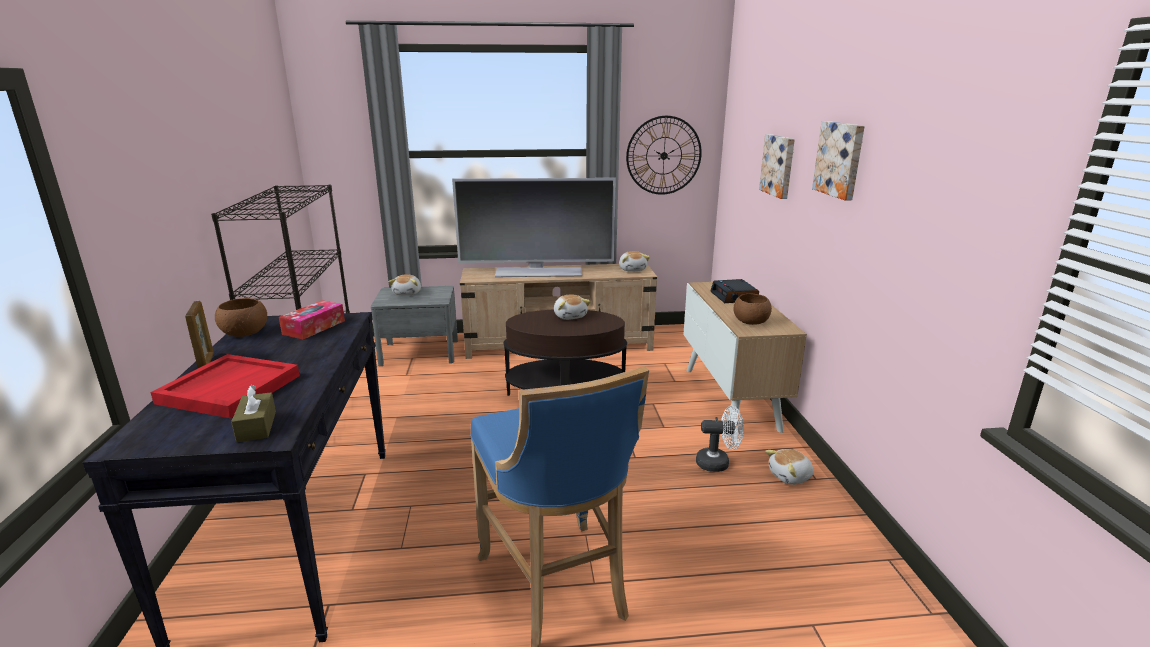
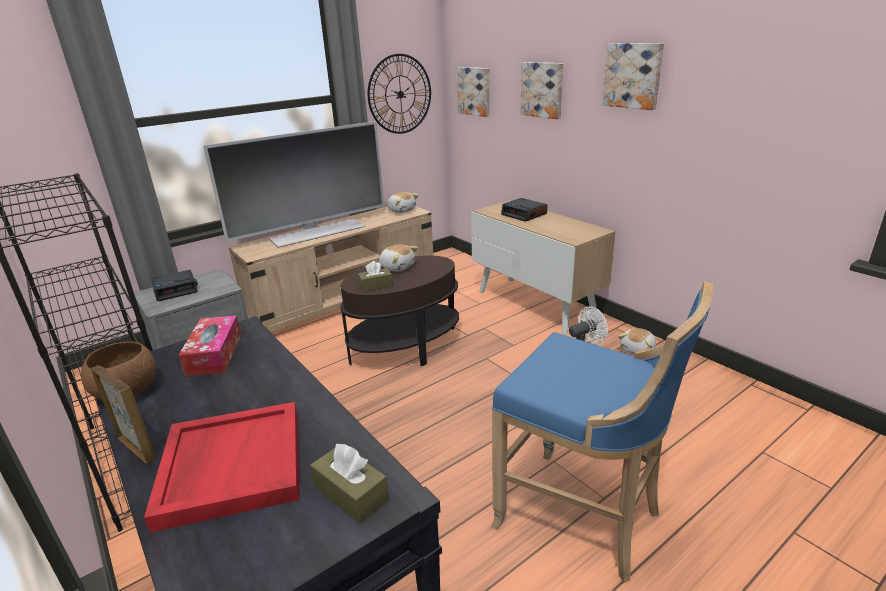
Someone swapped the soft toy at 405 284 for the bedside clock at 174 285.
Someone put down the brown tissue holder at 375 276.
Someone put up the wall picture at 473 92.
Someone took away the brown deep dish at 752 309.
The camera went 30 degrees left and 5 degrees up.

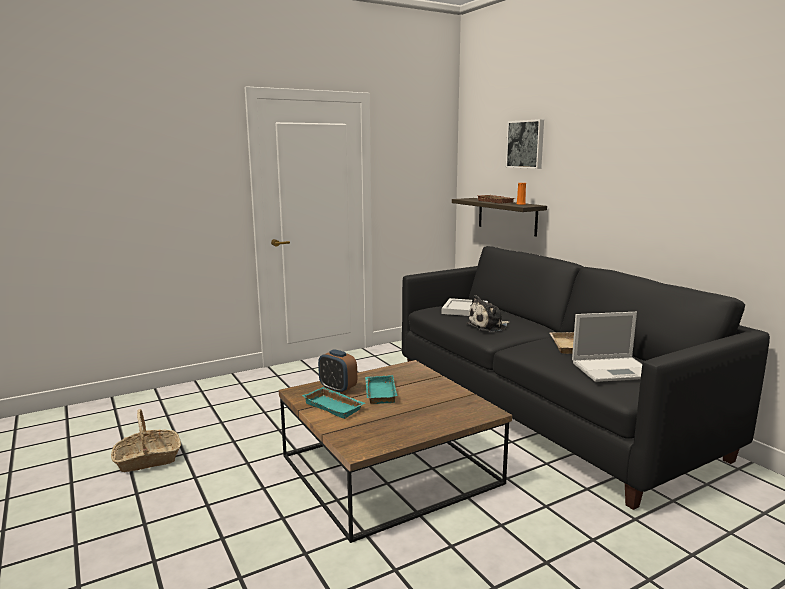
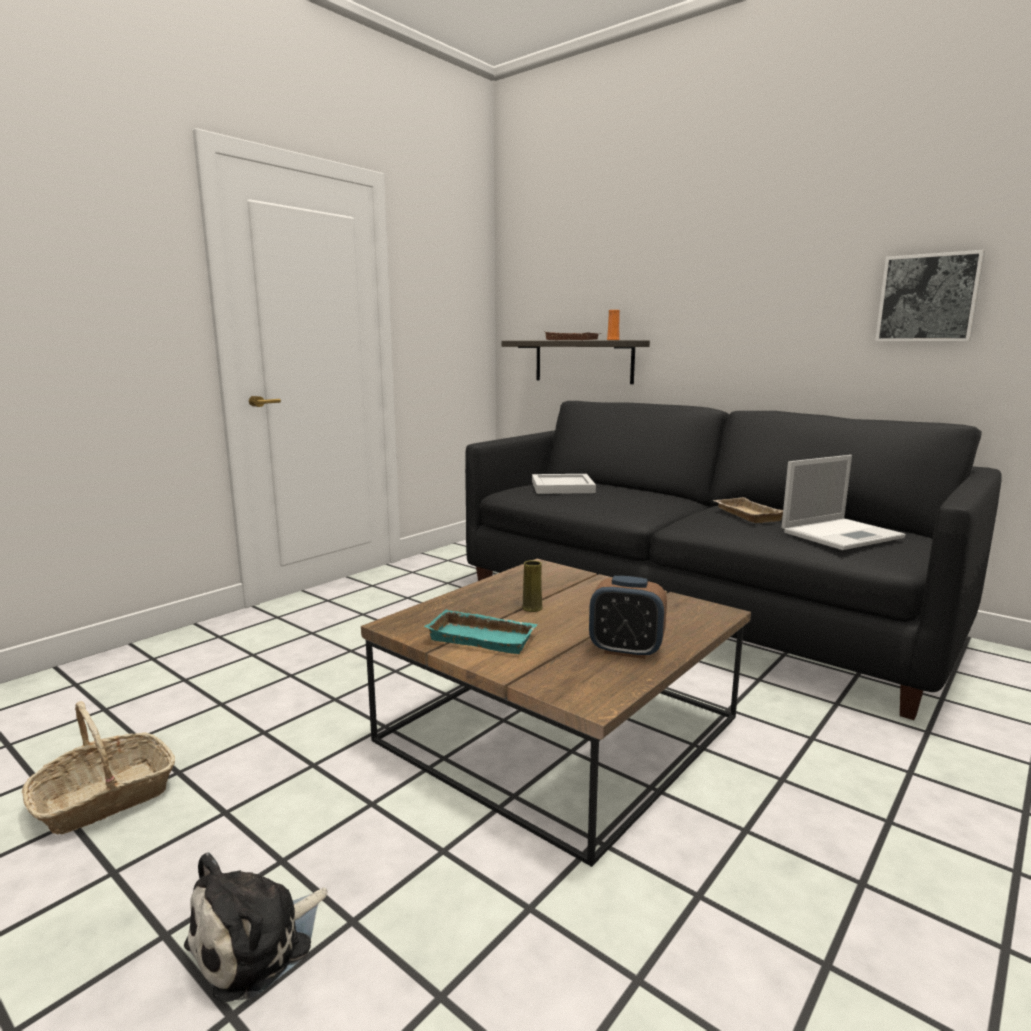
Someone carried the soft toy from 488 313 to 256 927.
Someone swapped the turquoise carrying tray at 381 389 for the yellow flower vase at 532 586.
Someone carried the bedside clock from 337 371 to 628 617.
Someone carried the wall picture from 525 144 to 930 295.
The camera went 20 degrees left and 0 degrees up.

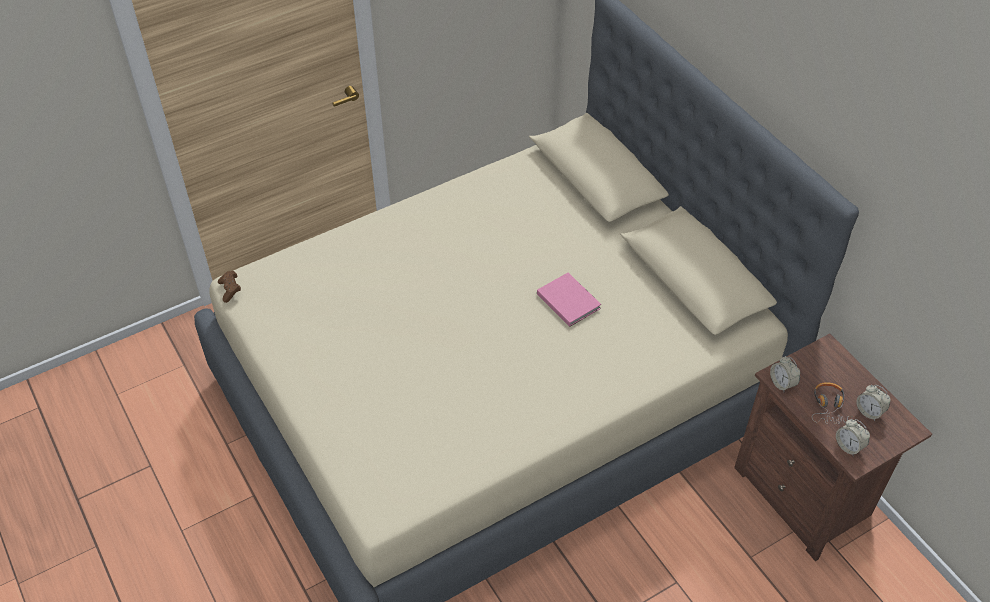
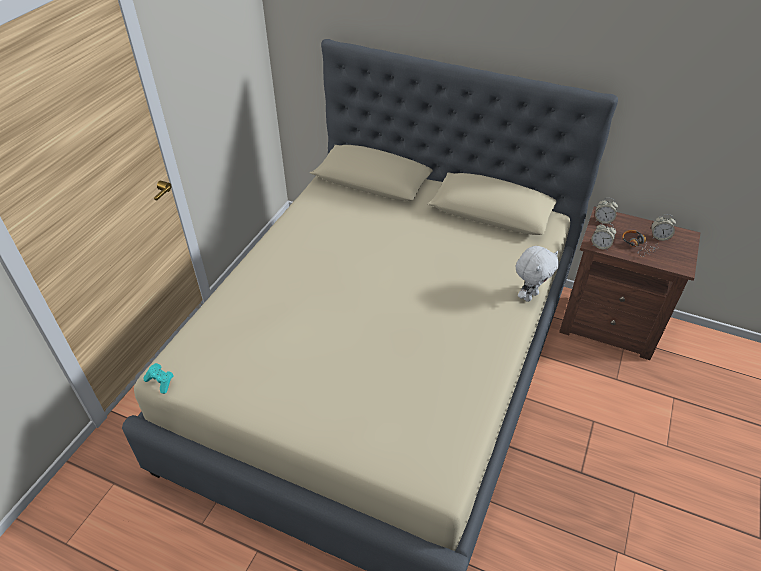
Someone repainted the brown joypad at 229 287, which became the turquoise joypad at 158 378.
Someone put down the whitish soft toy at 537 274.
Someone carried the bedside clock from 853 437 to 606 211.
Someone took away the pinkish volume at 569 300.
The camera went 35 degrees left and 5 degrees down.

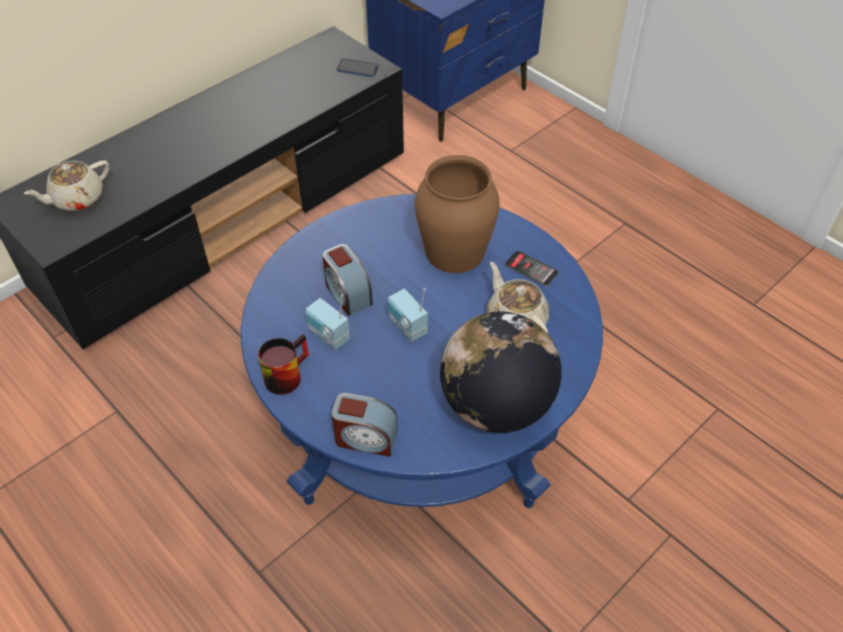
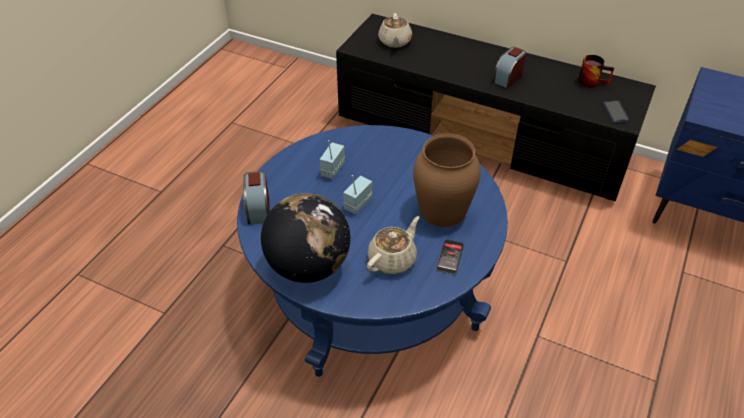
Someone rotated the beige-coloured tea pot at 66 186 by 120 degrees counterclockwise.
Someone carried the bedside clock from 347 280 to 509 67.
Someone carried the mug from 283 364 to 596 71.
The camera went 70 degrees right and 5 degrees down.

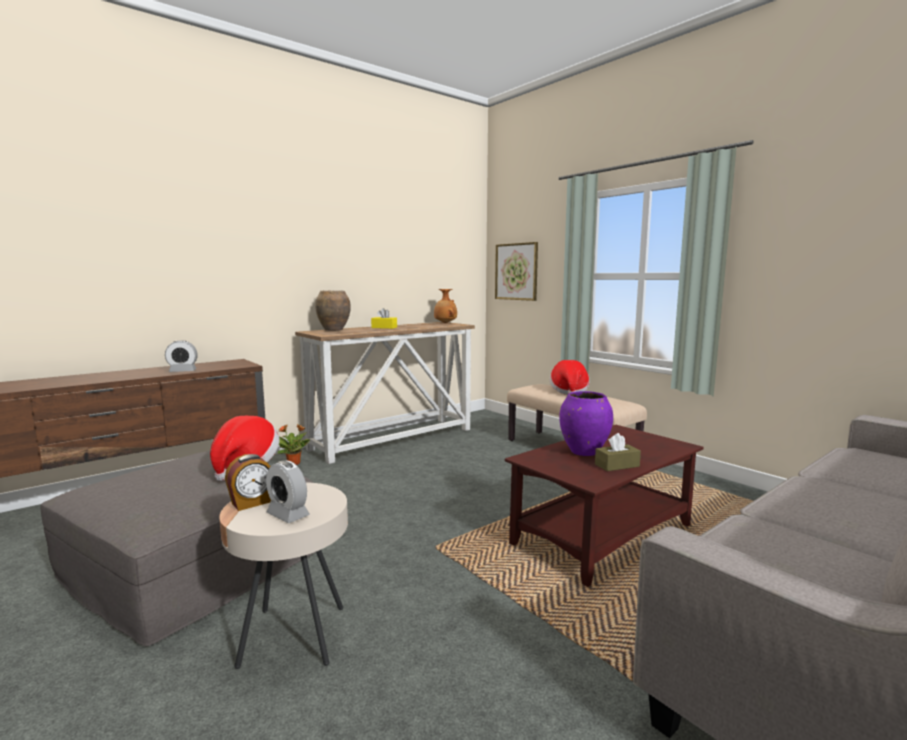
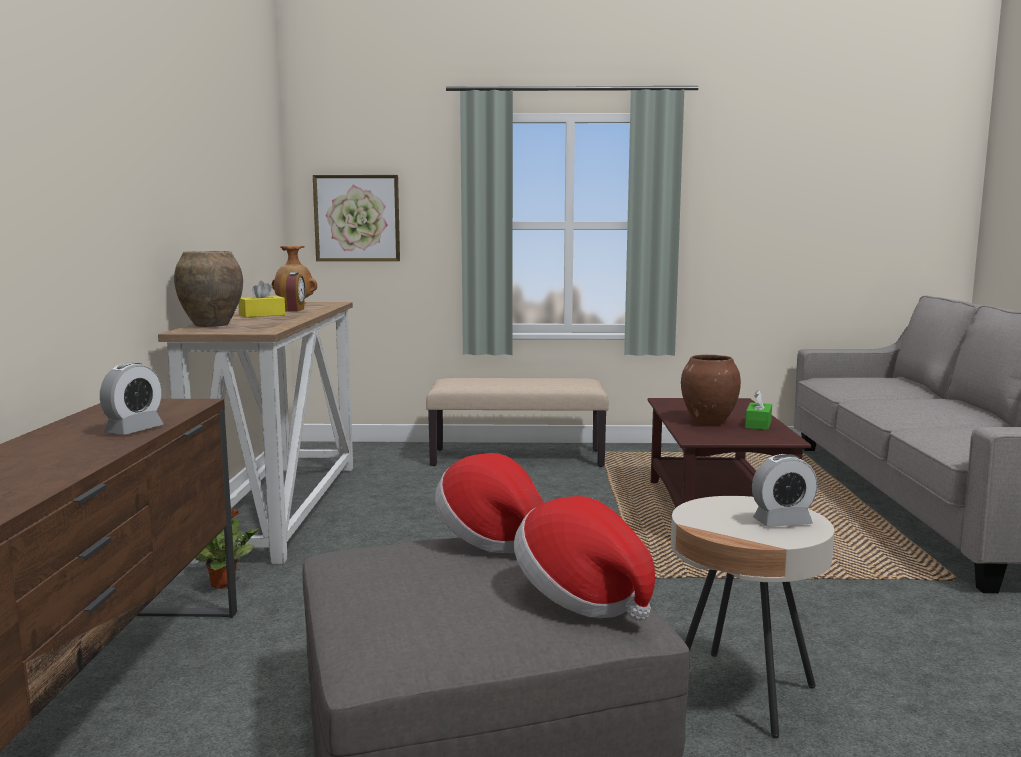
Someone carried the bedside clock from 248 482 to 292 291.
Someone carried the clothing hat from 569 377 to 584 558.
Someone repainted the purple flower vase at 586 423, which became the brown flower vase at 711 390.
Someone repainted the brown tissue holder at 618 452, which became the greenish tissue holder at 758 410.
The camera went 50 degrees left and 0 degrees up.

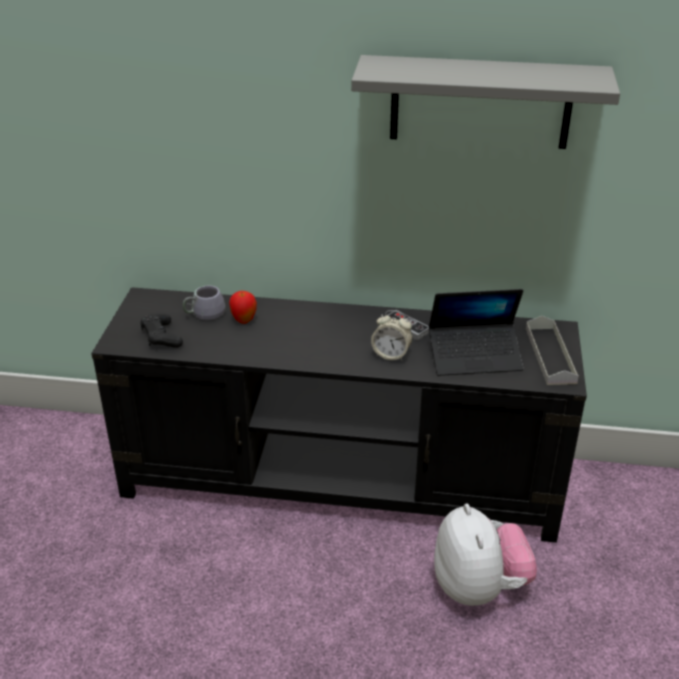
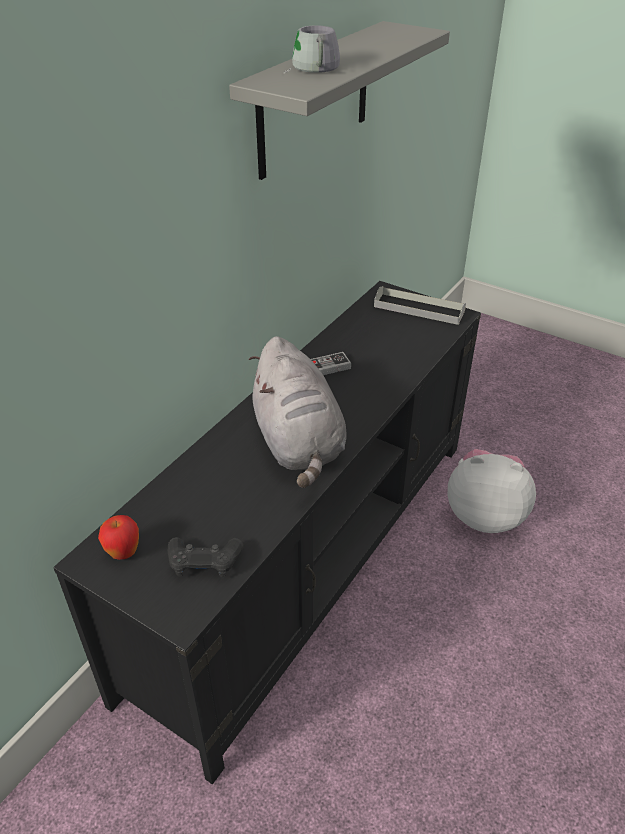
Someone carried the apple fruit from 243 307 to 118 537.
Someone put down the grey soft toy at 297 412.
Someone carried the grey mug from 204 302 to 311 49.
Someone took away the bedside clock at 391 335.
Someone took away the notebook computer at 476 332.
The camera went 65 degrees left and 5 degrees up.

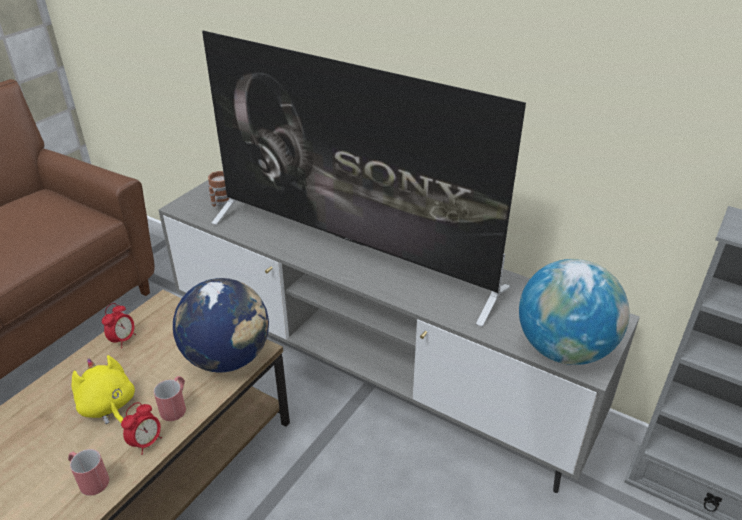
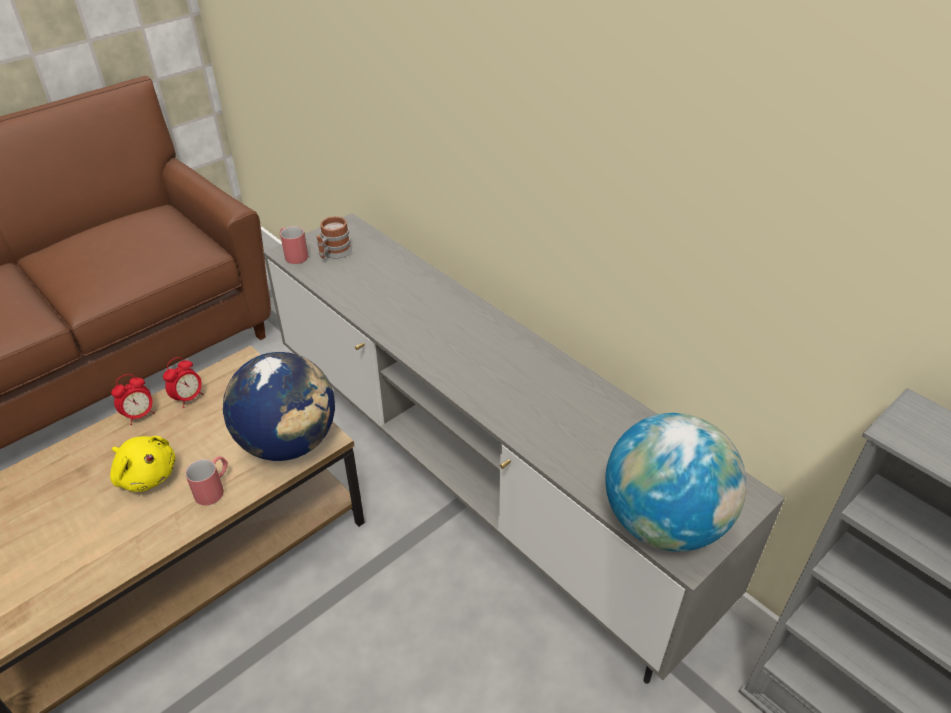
Someone rotated the yellow soft toy at 103 389 by 150 degrees clockwise.
Someone carried the bedside clock from 141 428 to 133 399.
Someone carried the red-coloured mug from 88 472 to 293 245.
Someone took away the TV at 364 179.
The camera went 15 degrees right and 5 degrees up.

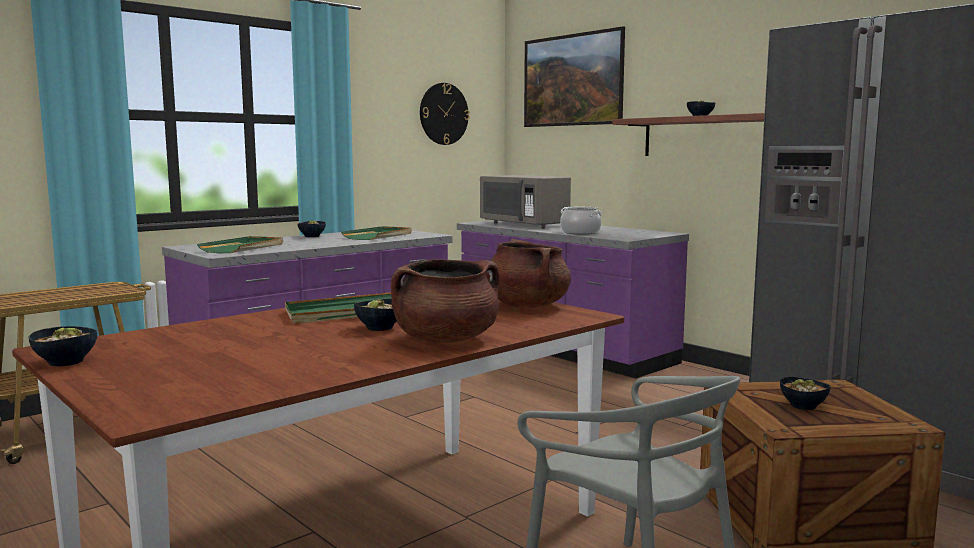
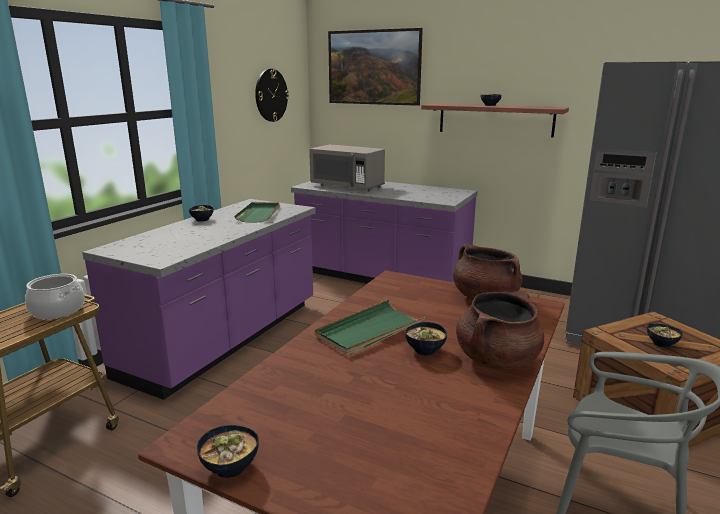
Someone carried the saucepot from 581 220 to 55 296.
Someone took away the greenish carrying tray at 240 244.
The camera went 20 degrees left and 10 degrees up.

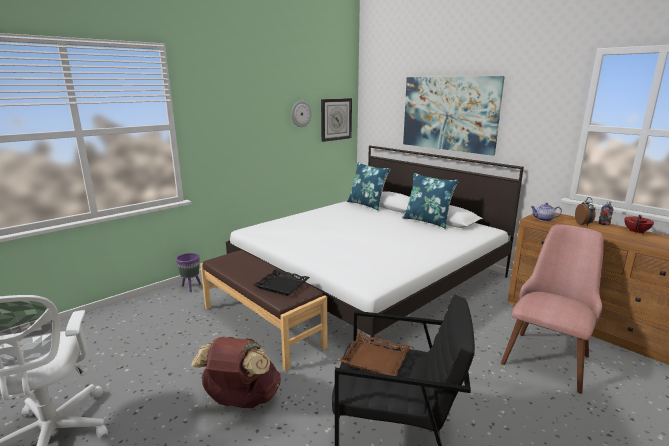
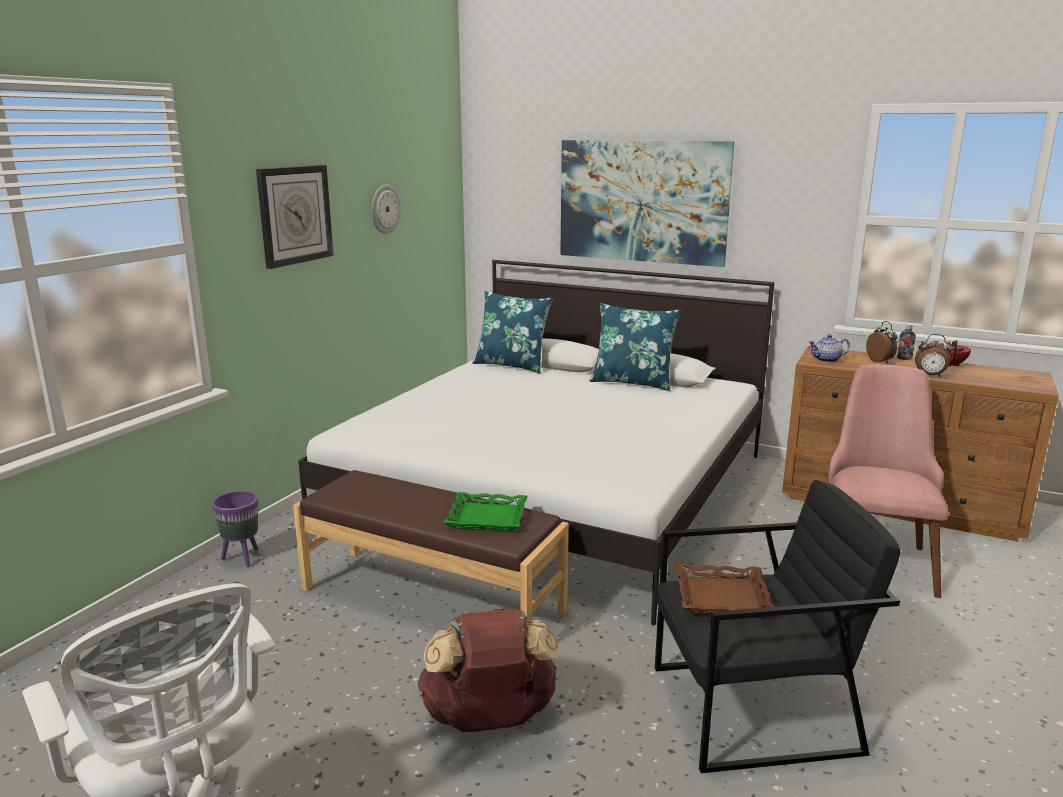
Someone carried the hanging clock from 336 120 to 295 217.
Someone repainted the blackish carrying tray at 281 282, which became the greenish carrying tray at 486 512.
Someone put down the bedside clock at 933 355.
The camera went 20 degrees left and 0 degrees up.

